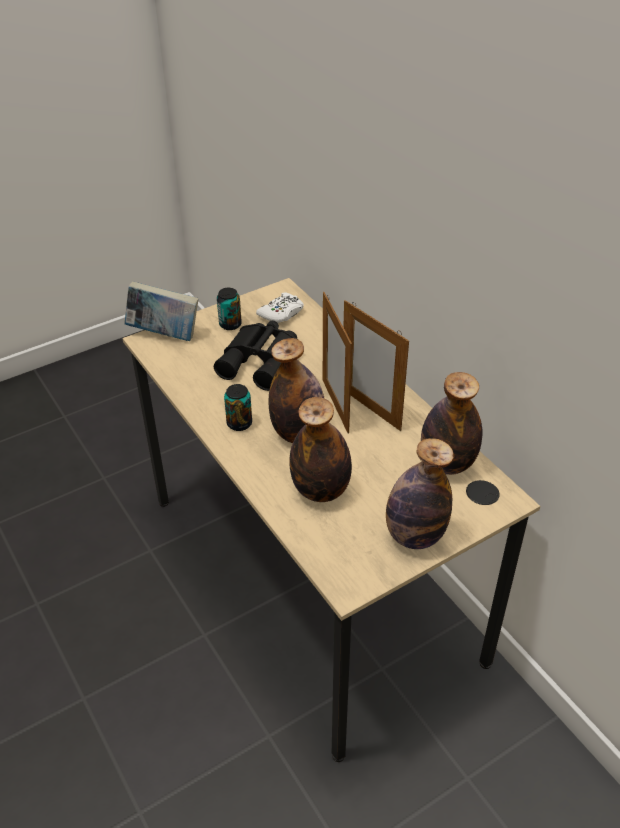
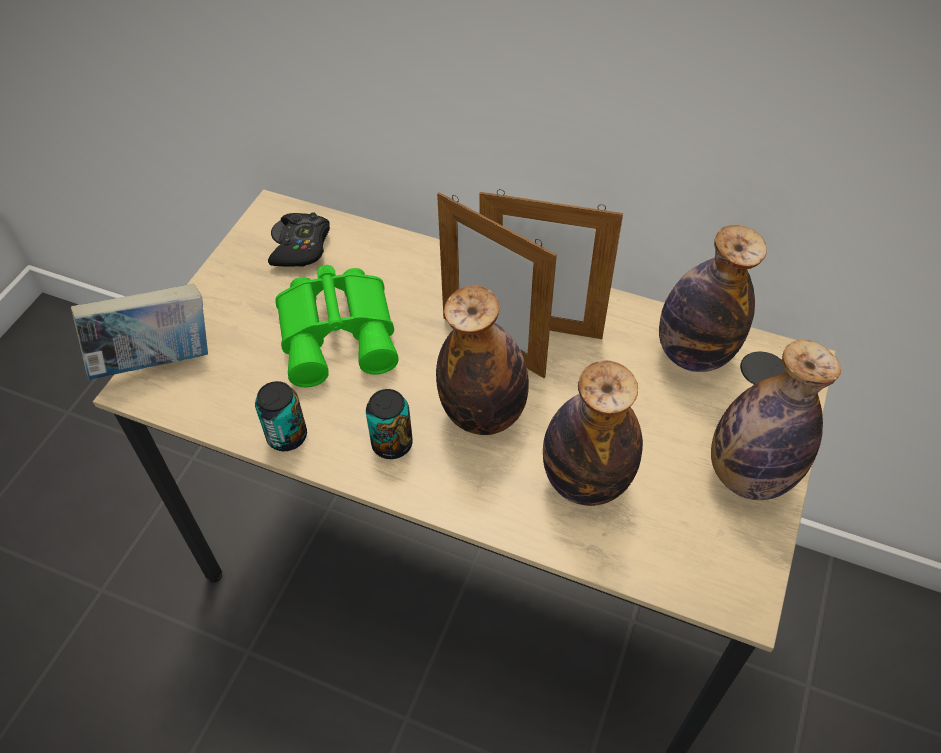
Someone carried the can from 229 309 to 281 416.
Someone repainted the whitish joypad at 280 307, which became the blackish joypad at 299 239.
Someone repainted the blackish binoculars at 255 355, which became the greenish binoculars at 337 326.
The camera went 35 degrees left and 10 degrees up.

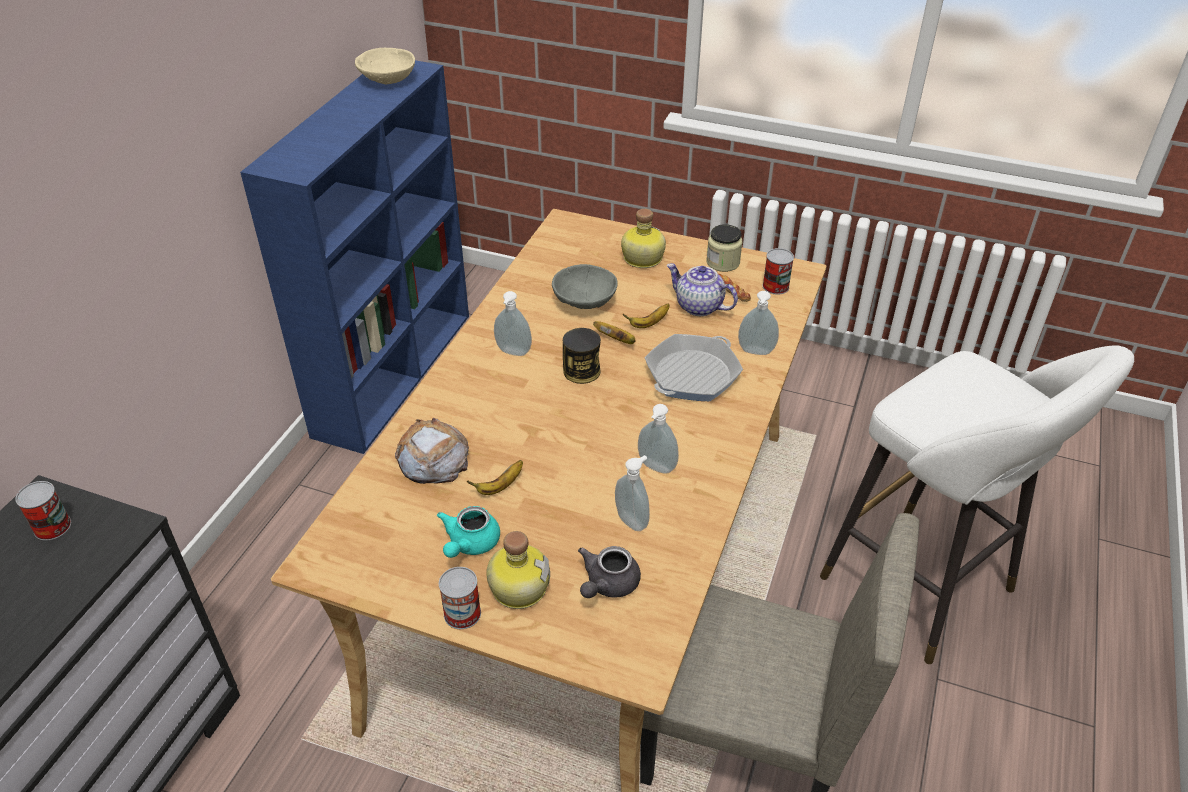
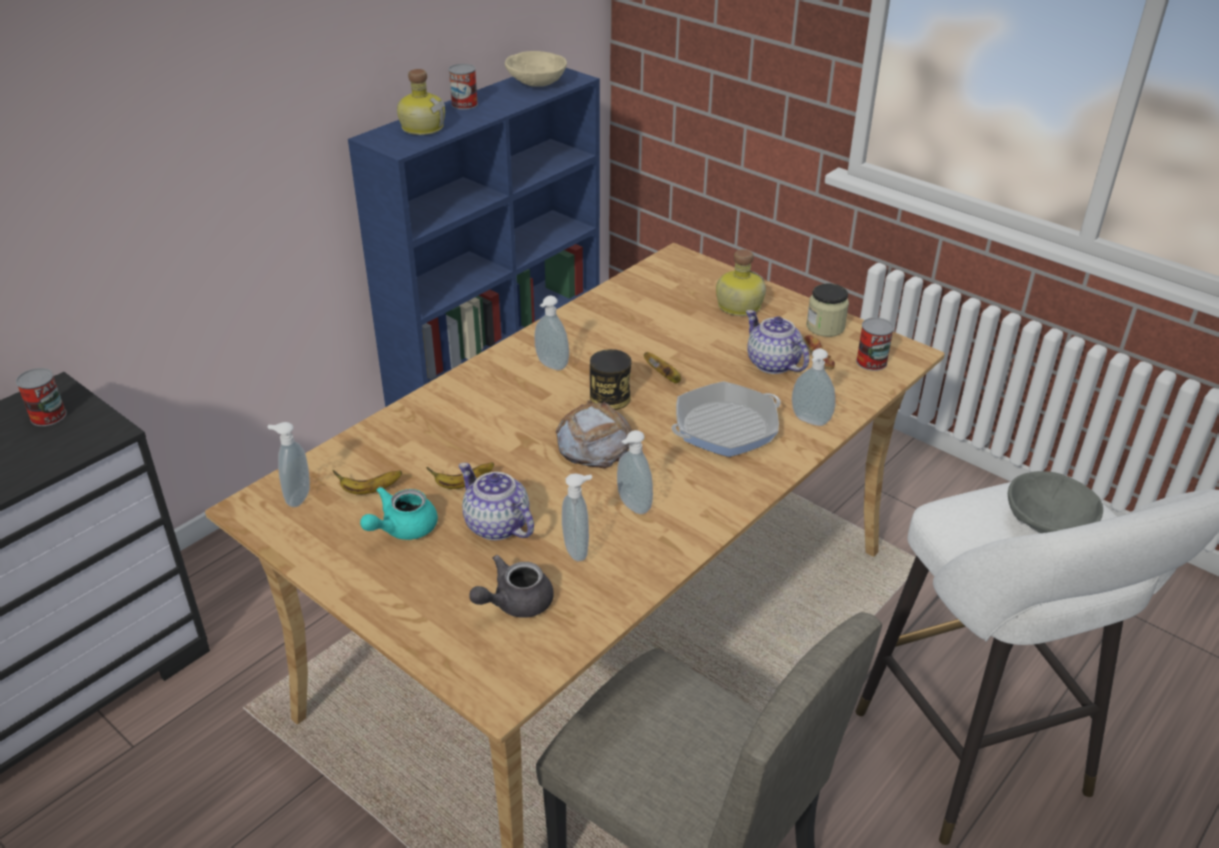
Someone put down the soap bottle at 288 464.
Someone carried the banana fruit from 646 316 to 367 482.
Someone carried the beverage bottle from 518 570 to 421 102.
Someone carried the can from 460 598 to 463 87.
Someone put down the tea pot at 496 501.
Someone carried the bread from 432 451 to 594 434.
Someone carried the grey deep dish from 585 286 to 1055 502.
The camera went 20 degrees right and 5 degrees down.

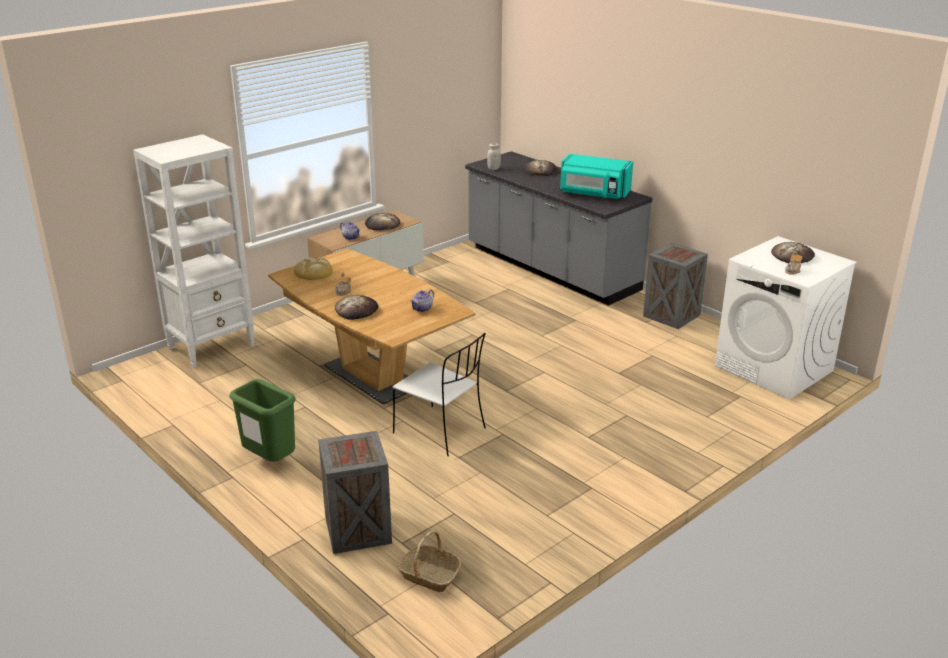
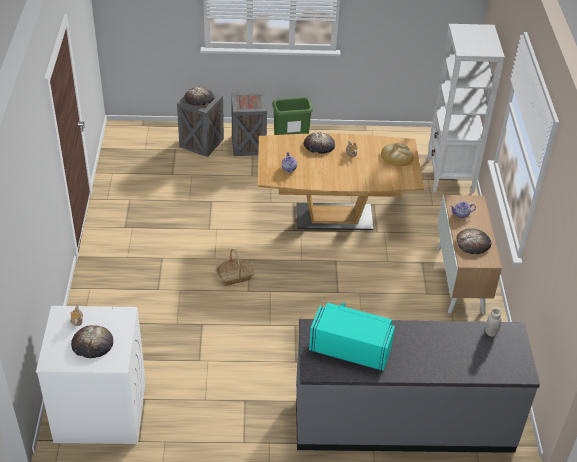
Someone carried the bread from 540 168 to 199 96.
Someone carried the household basket from 429 561 to 235 267.
Someone carried the crate from 675 286 to 249 124.
Someone rotated the turquoise microwave at 596 177 by 45 degrees clockwise.
Someone took away the whitish chair at 439 394.
The camera went 130 degrees right and 15 degrees up.

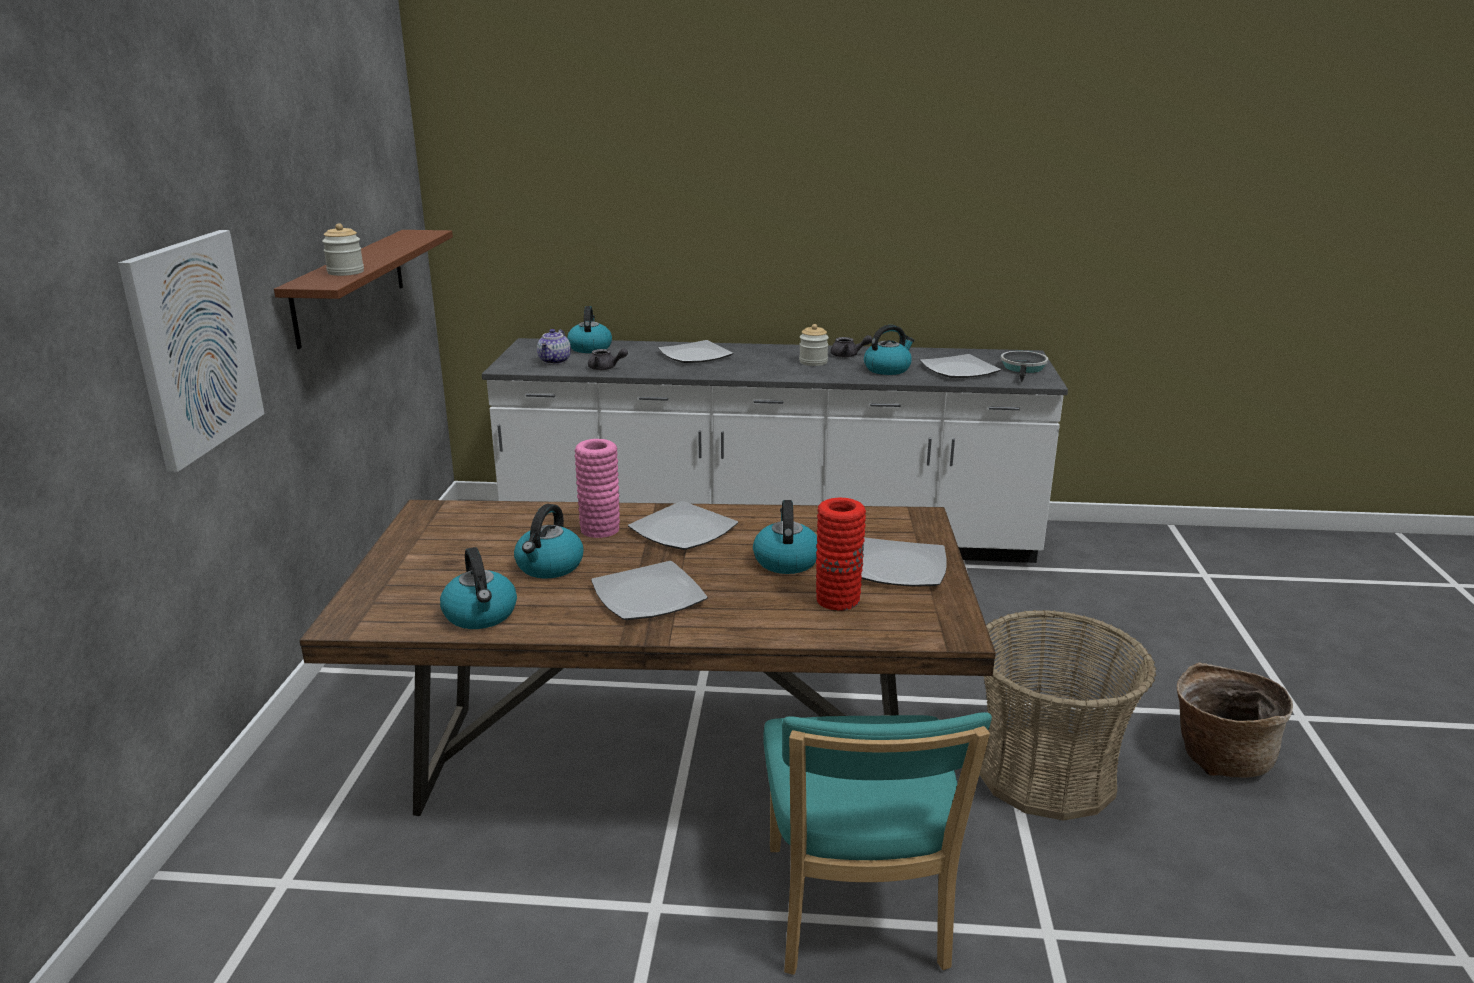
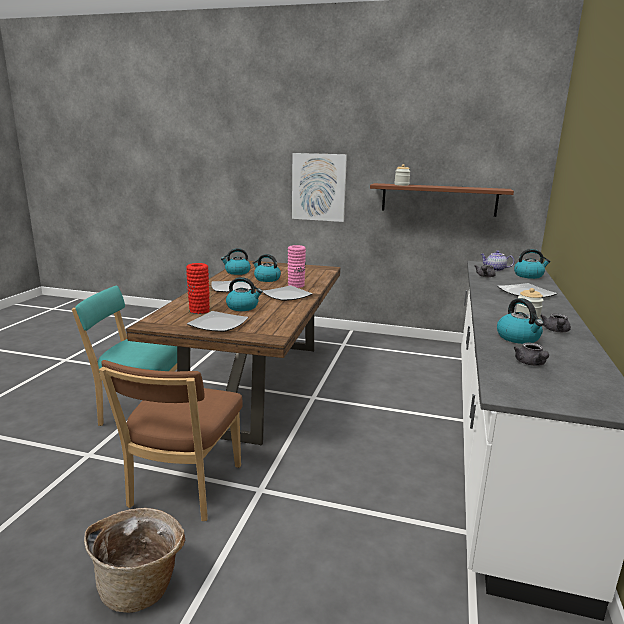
Someone swapped the household basket at 1067 715 for the brown chair at 171 440.
Someone swapped the plate at 960 366 for the grey tea pot at 531 354.
Someone took away the pan at 1025 366.
The camera went 100 degrees right and 5 degrees down.

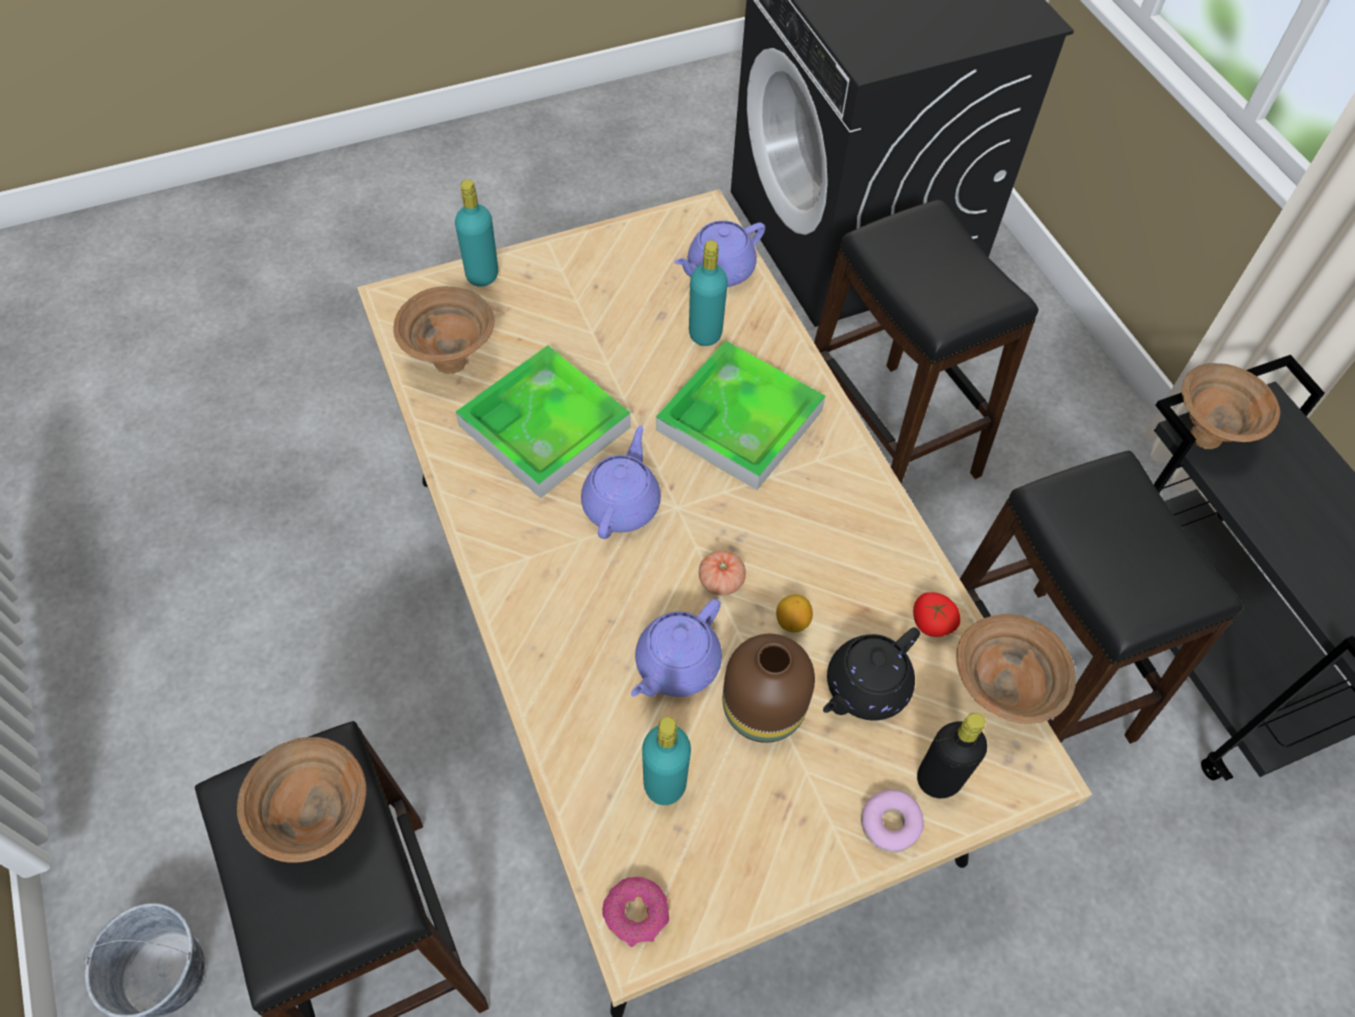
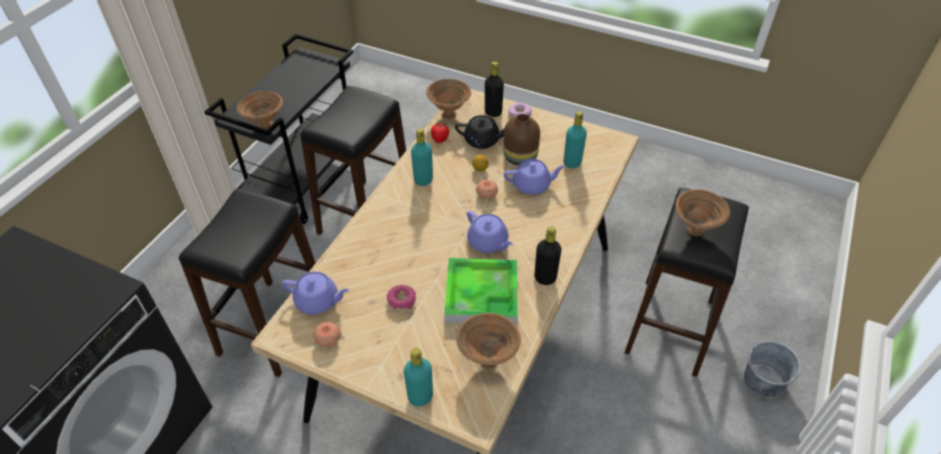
Someone put down the whole tomato at 326 334.
Someone carried the donut from 635 912 to 401 298.
Someone carried the turquoise beverage bottle from 708 293 to 422 157.
Someone rotated the purple tea pot at 621 482 by 105 degrees counterclockwise.
Someone put down the blackish beverage bottle at 547 255.
Someone took away the carrying tray at 740 415.
The camera went 130 degrees left and 10 degrees down.

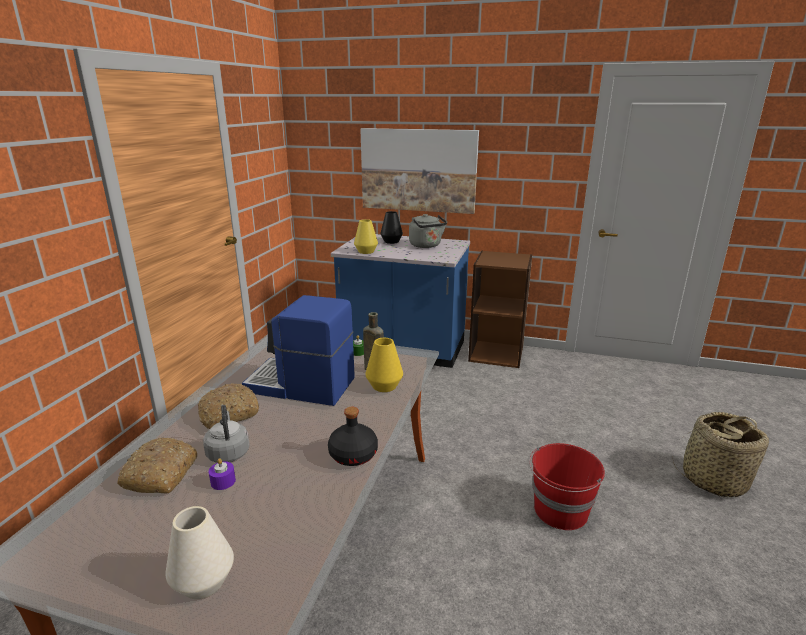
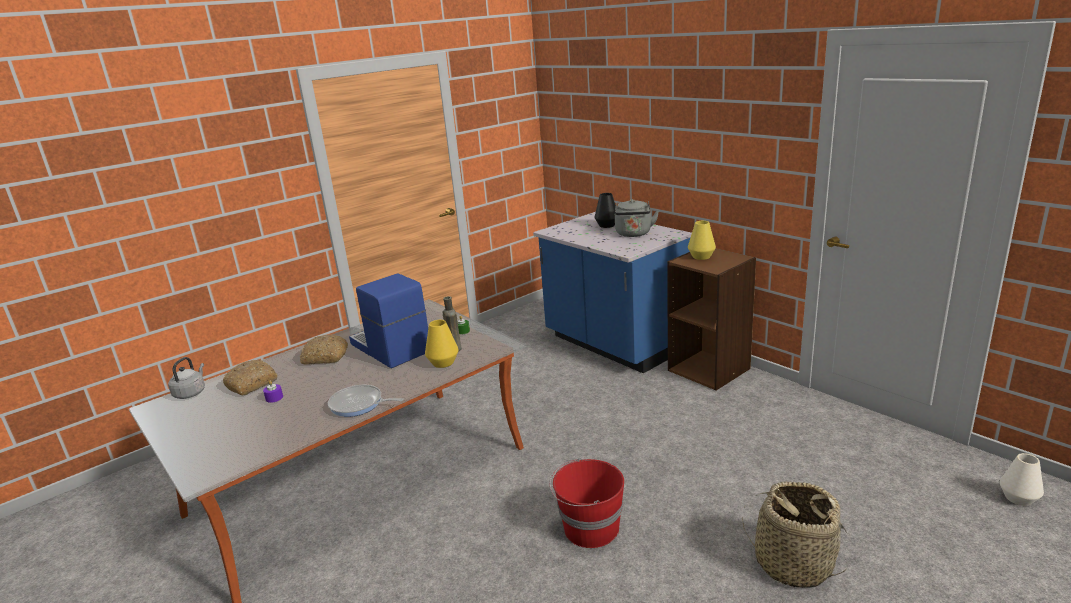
Someone carried the grey tea kettle from 226 434 to 186 378.
Someone swapped the blackish beverage bottle at 353 436 for the pan at 366 401.
Someone carried the yellow flower vase from 366 236 to 702 240.
Someone carried the whitish flower vase from 199 552 to 1022 479.
Someone took away the wall picture at 419 171.
The camera went 35 degrees right and 0 degrees up.

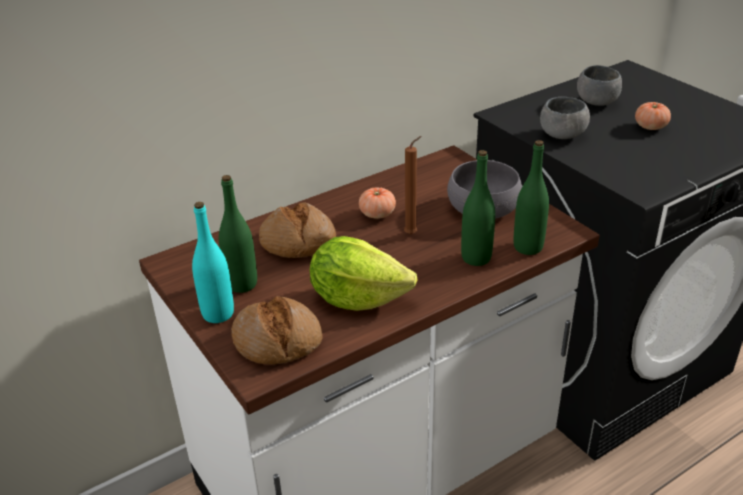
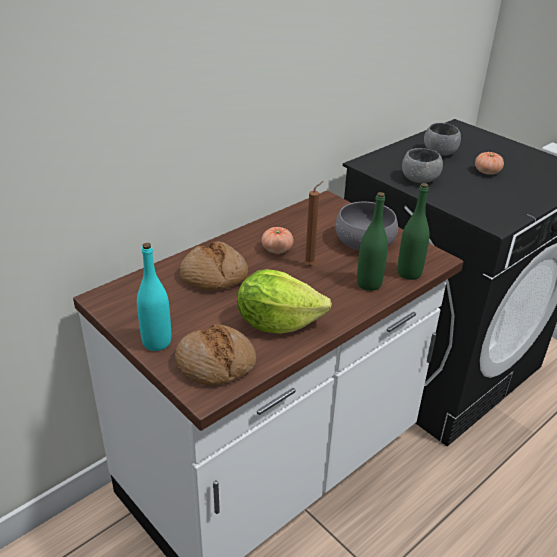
Someone took away the greenish beverage bottle at 238 234.
The camera went 10 degrees left and 0 degrees up.

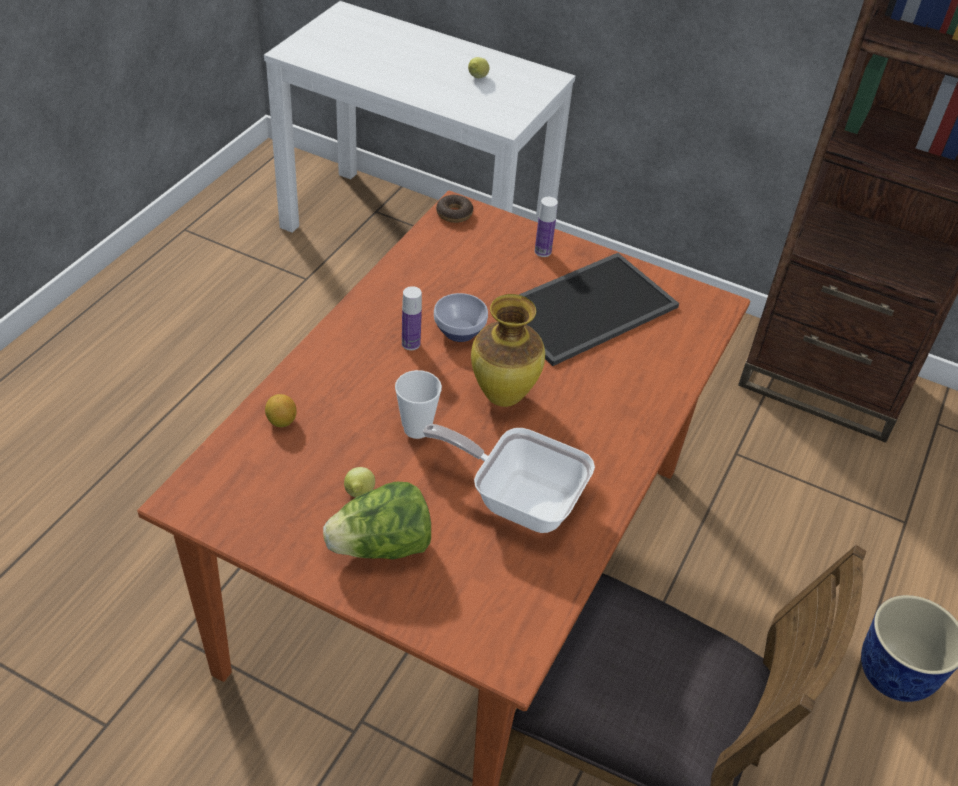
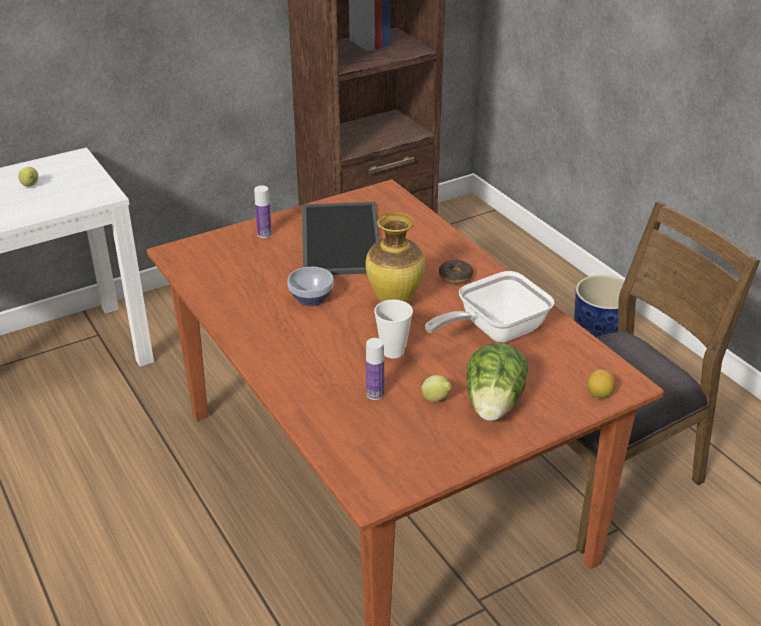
Someone carried the beverage bottle from 412 318 to 375 369.
Someone carried the donut from 454 209 to 456 272.
Someone carried the lemon from 281 410 to 601 383.
The camera went 55 degrees left and 10 degrees down.

